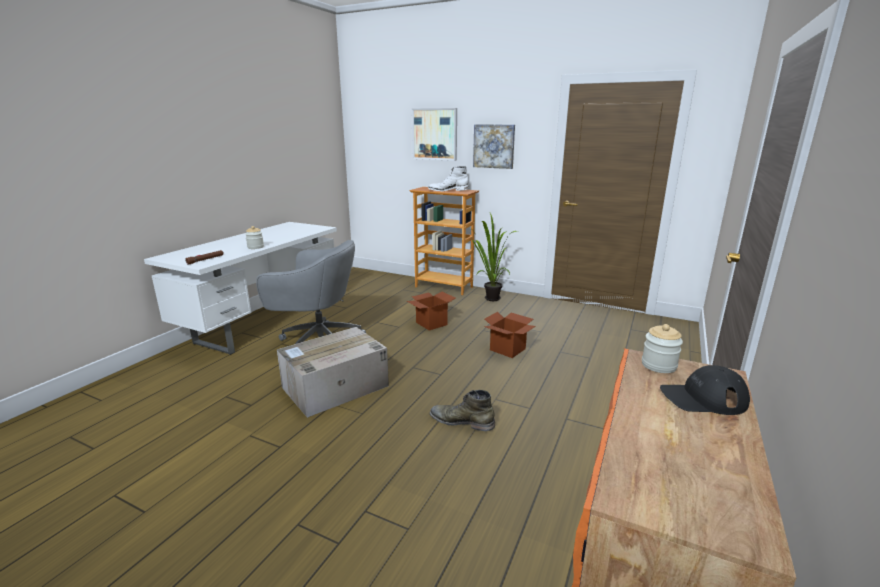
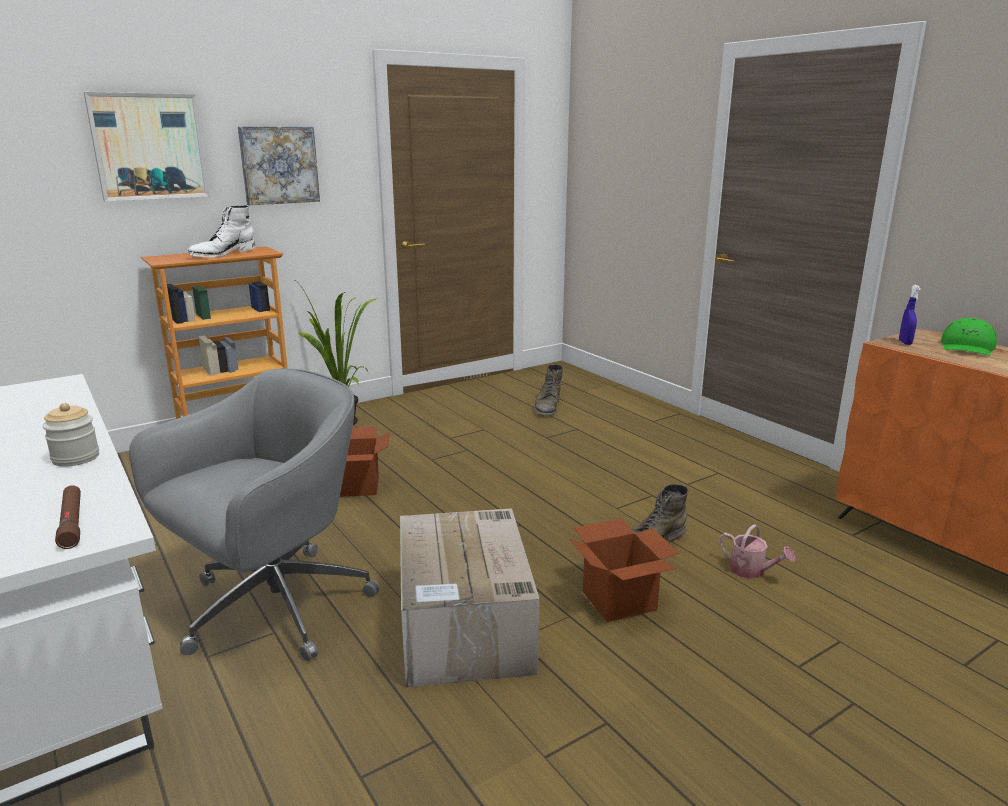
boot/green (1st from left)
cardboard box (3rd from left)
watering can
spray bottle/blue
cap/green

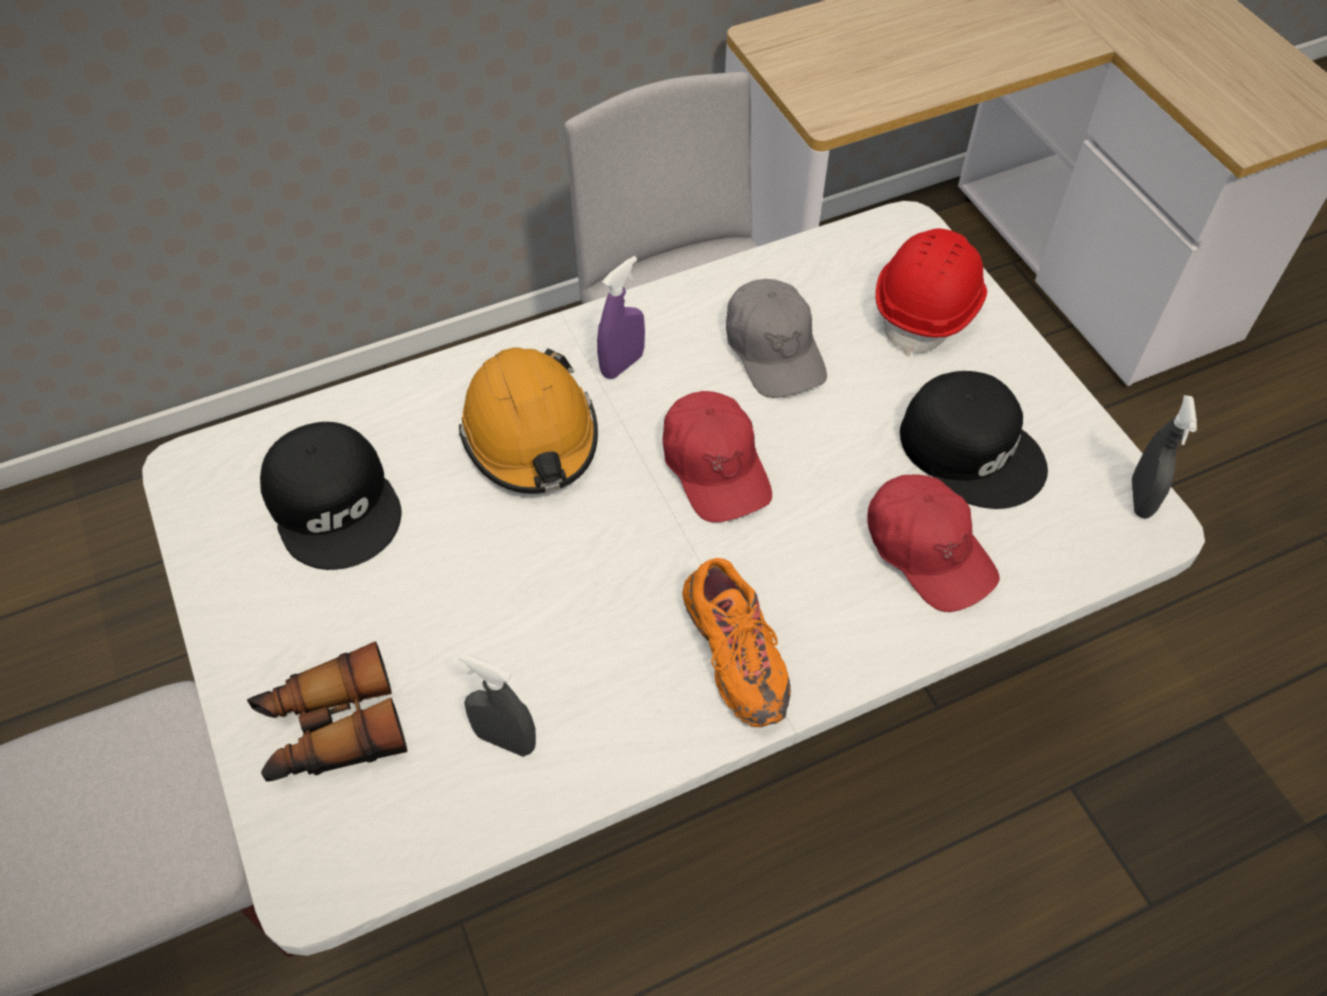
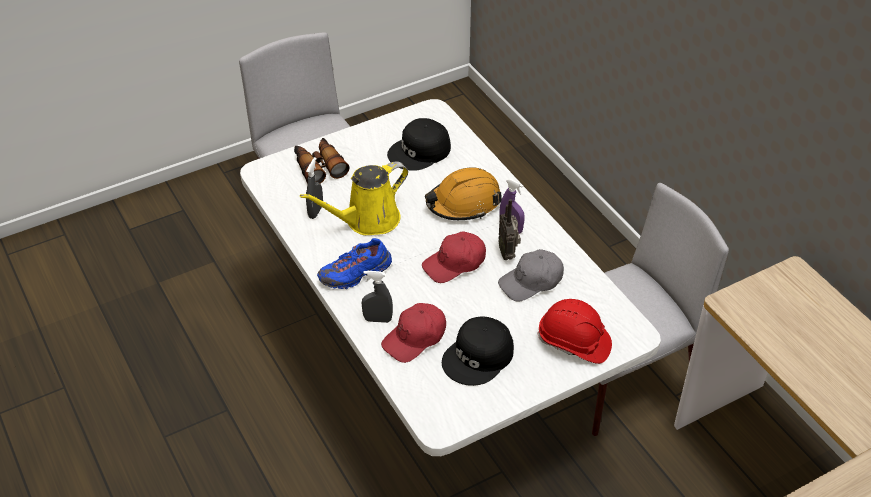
watering can/yellow
shoe/blue
spray bottle/grey (2nd from left)
radio

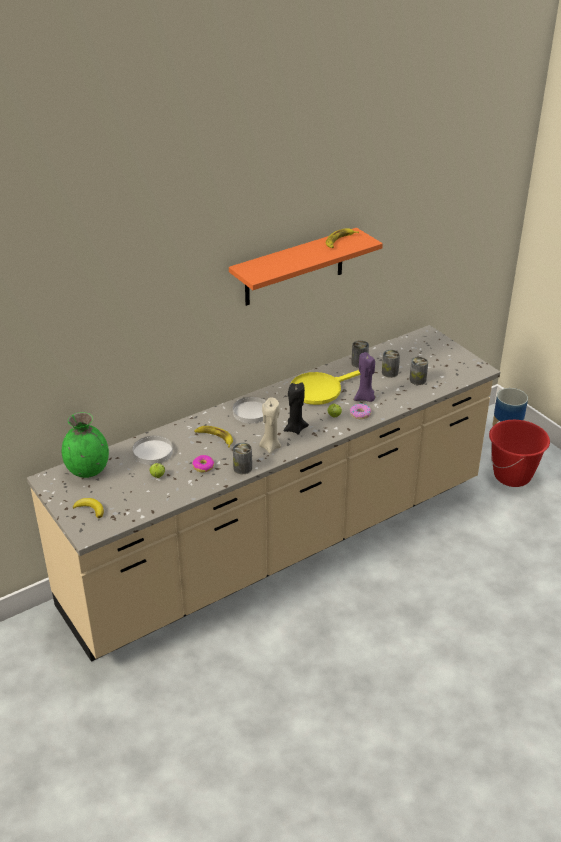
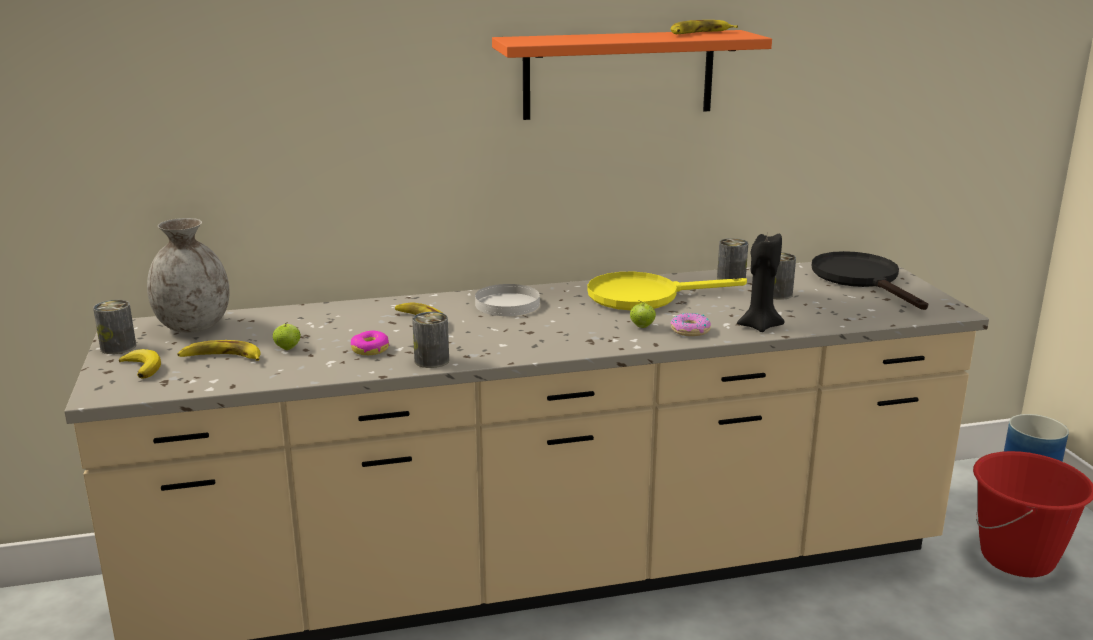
can (1st from left)
vase/grey
banana (2nd from left)
candle/black
frying pan/black
plate/white (1st from left in the first image)
candle/beige
candle/purple

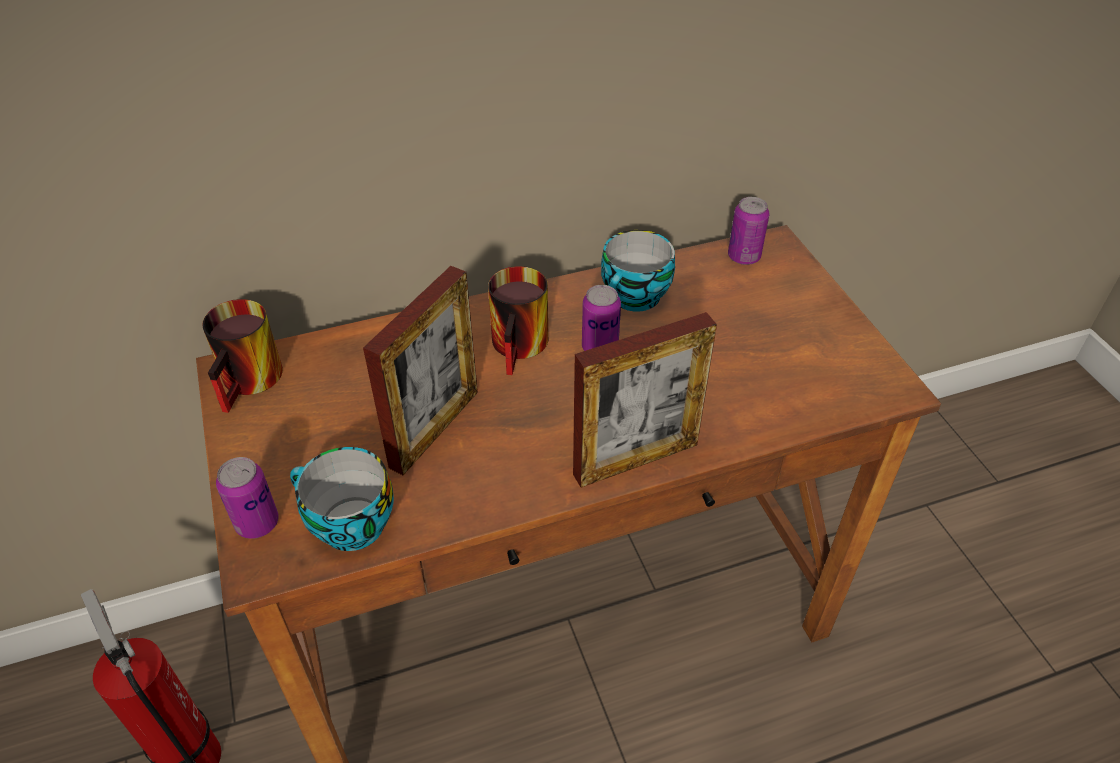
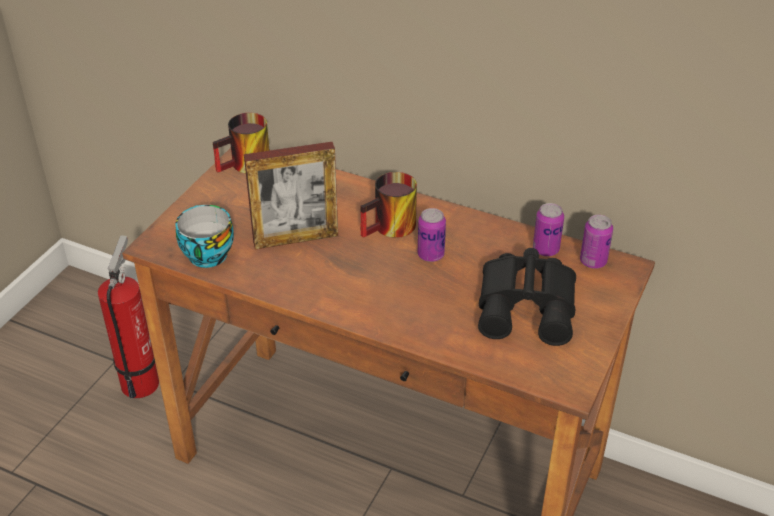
binoculars/black
can (2nd from left)
picture frame (2nd from left in the first image)
cup (2nd from left in the first image)

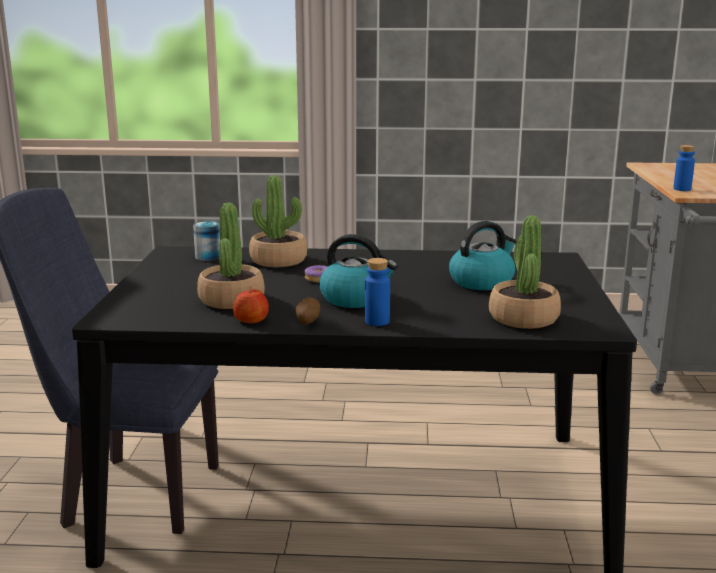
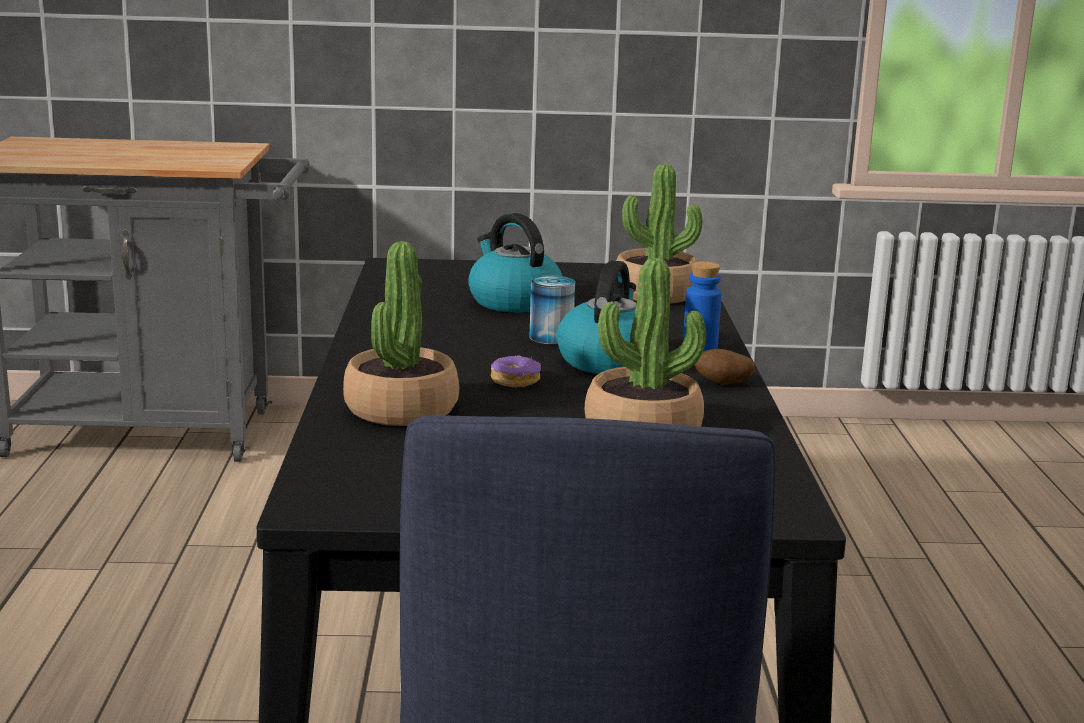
can
apple
bottle/blue (2nd from left in the first image)

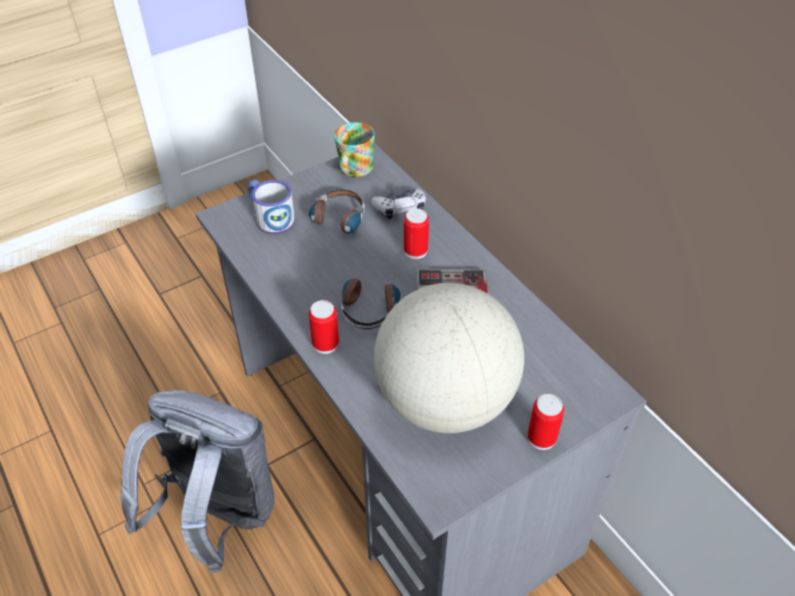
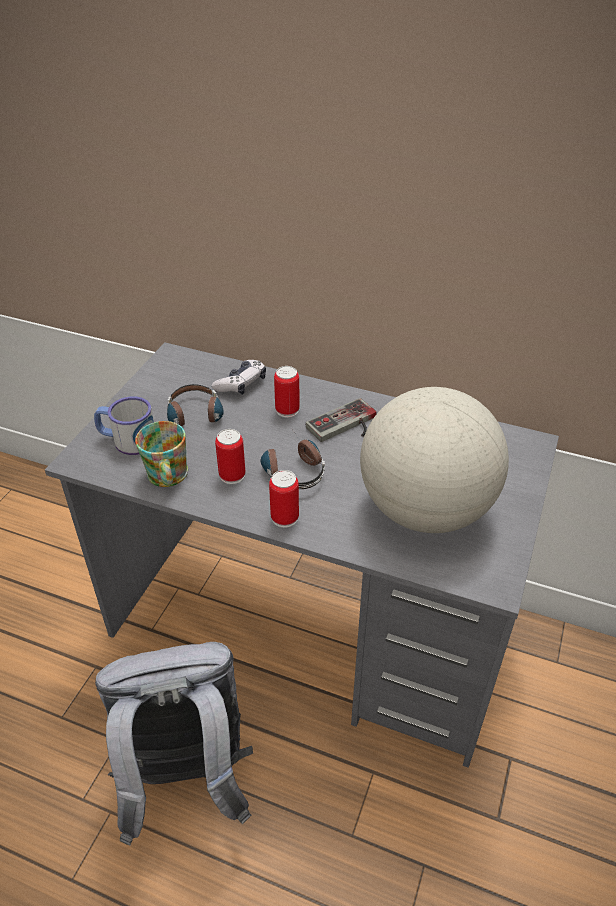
mug (2nd from left)
can (1st from left)

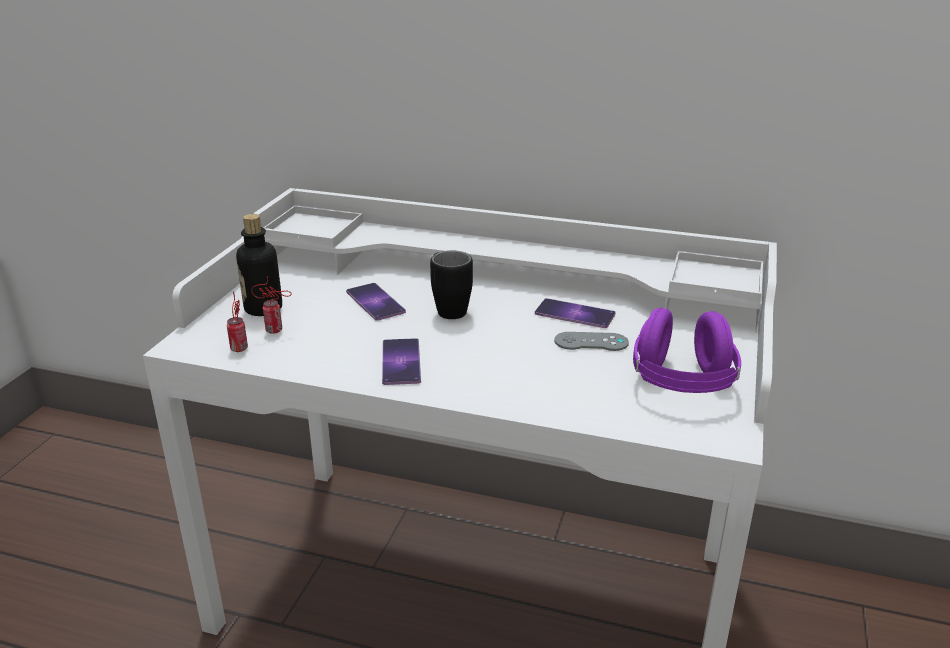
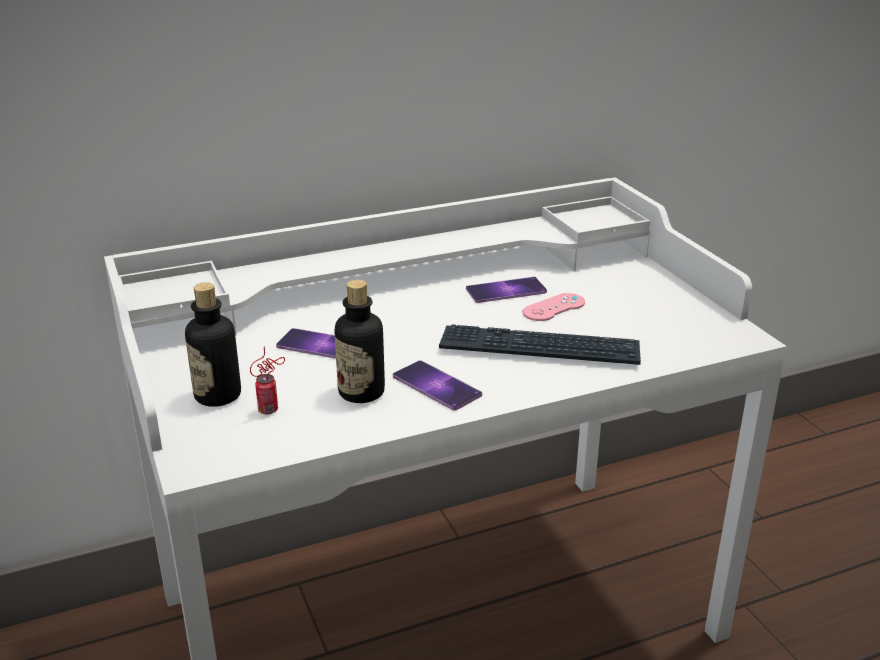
bottle (2nd from left)
keyboard
game controller/pink
can (1st from left in the first image)
mug/black
headphones/purple

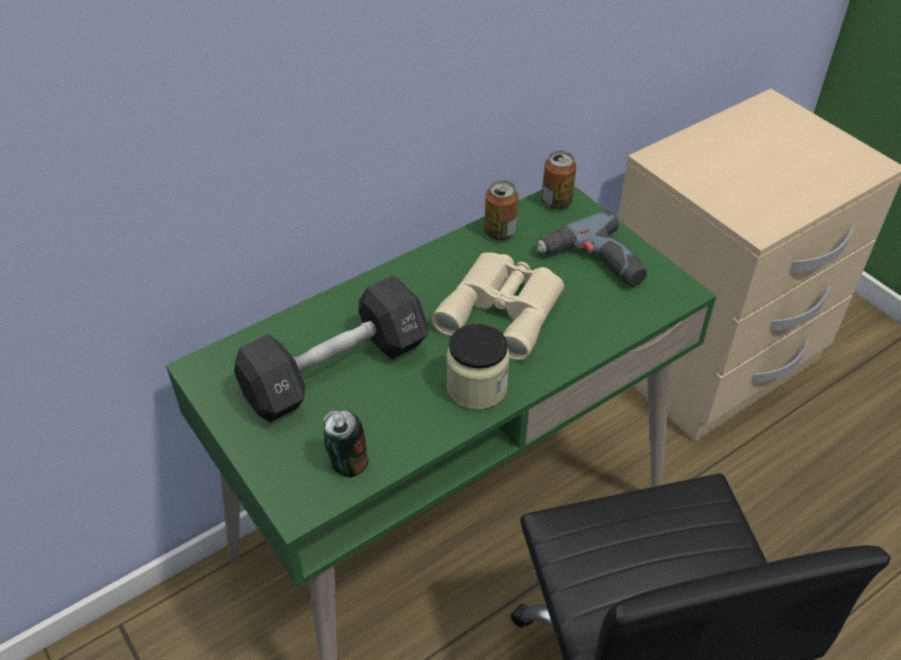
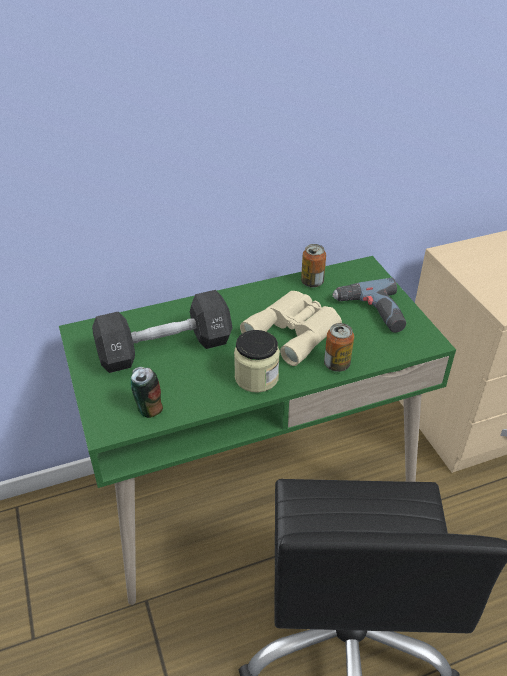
can (3rd from left)

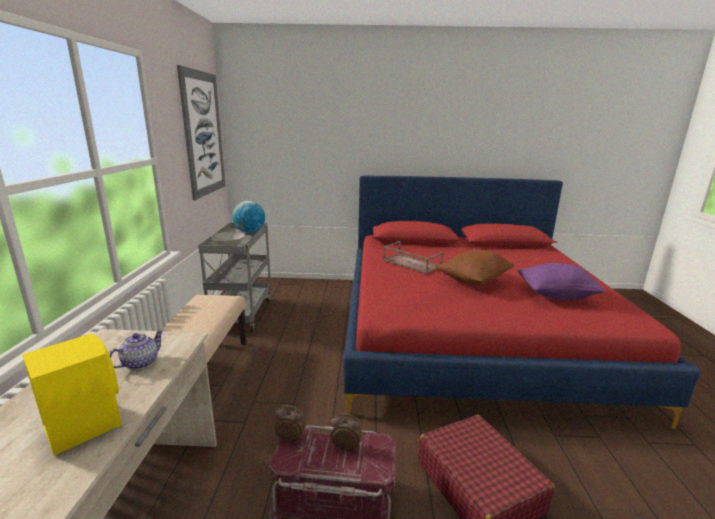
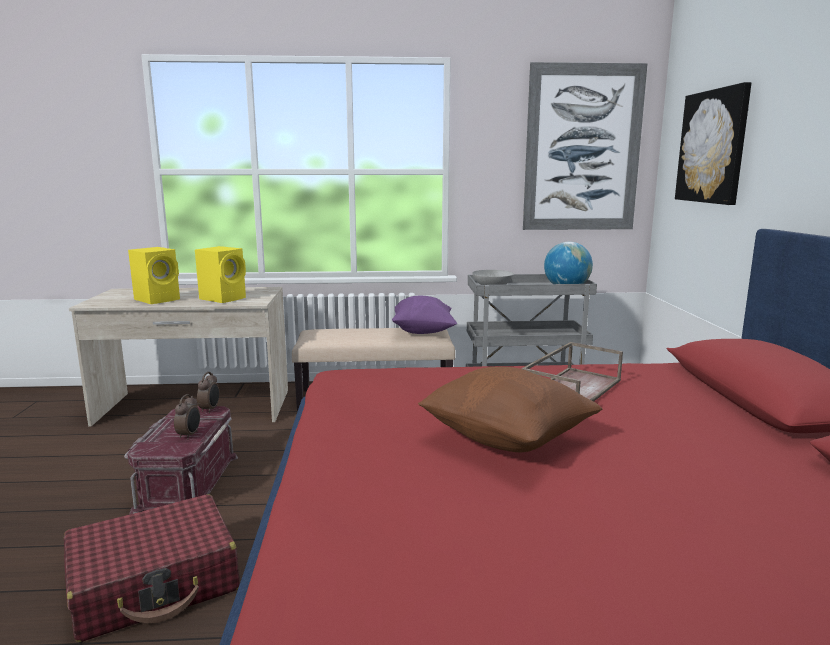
speaker/yellow (2nd from left)
pillow/purple
picture (2nd from left)

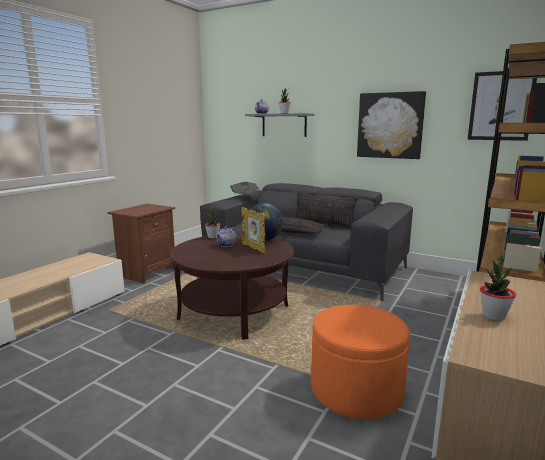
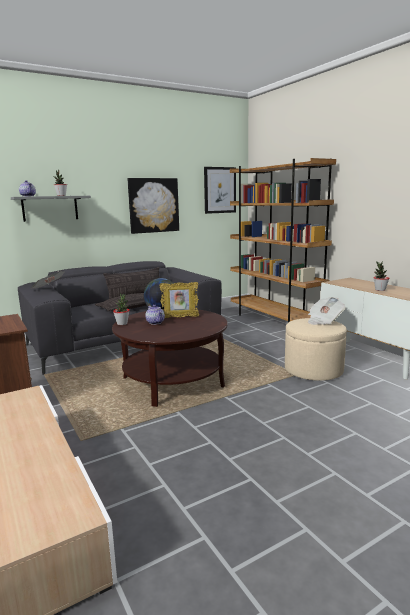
ottoman/beige
newspaper (2nd from left)

